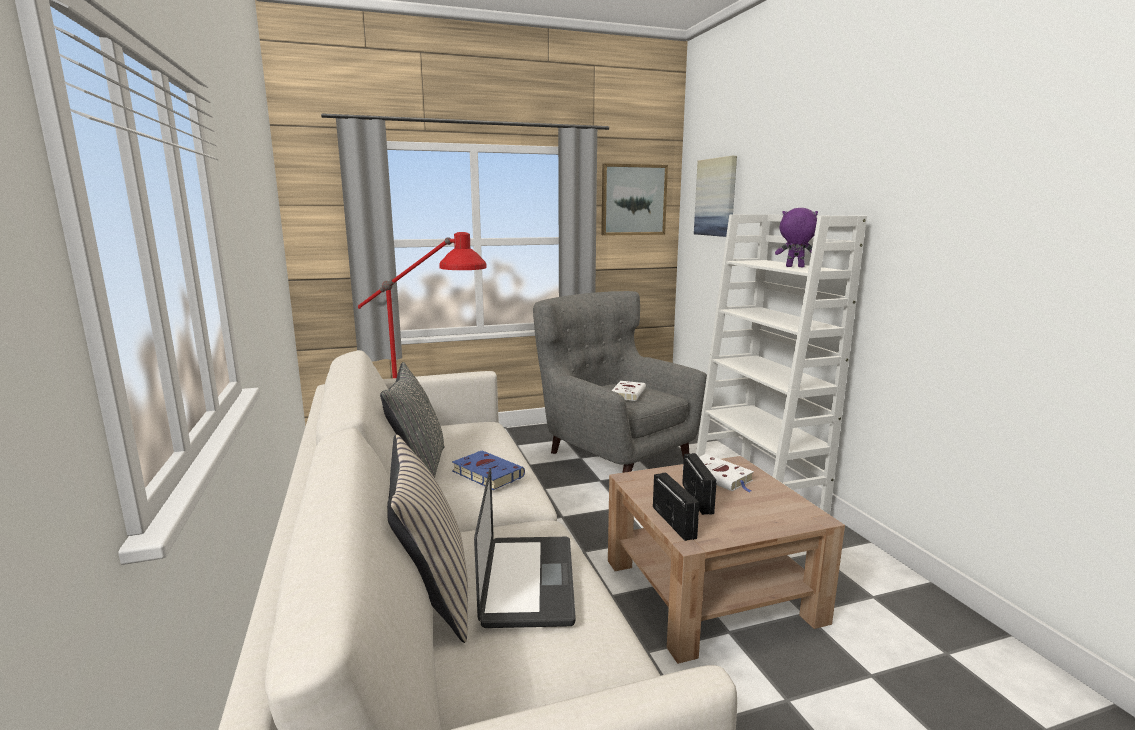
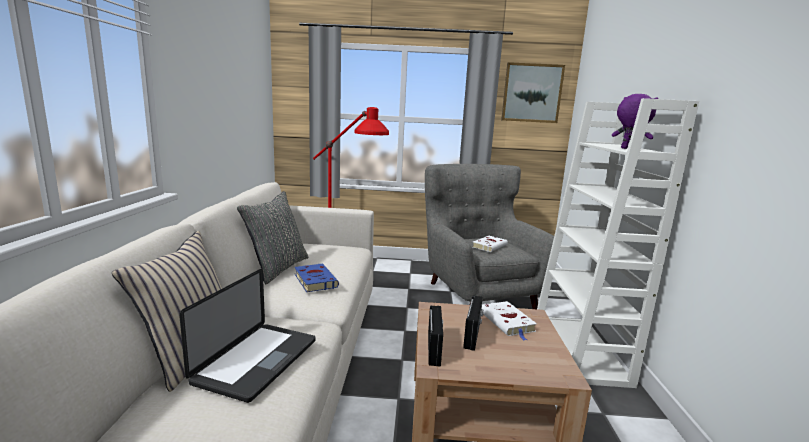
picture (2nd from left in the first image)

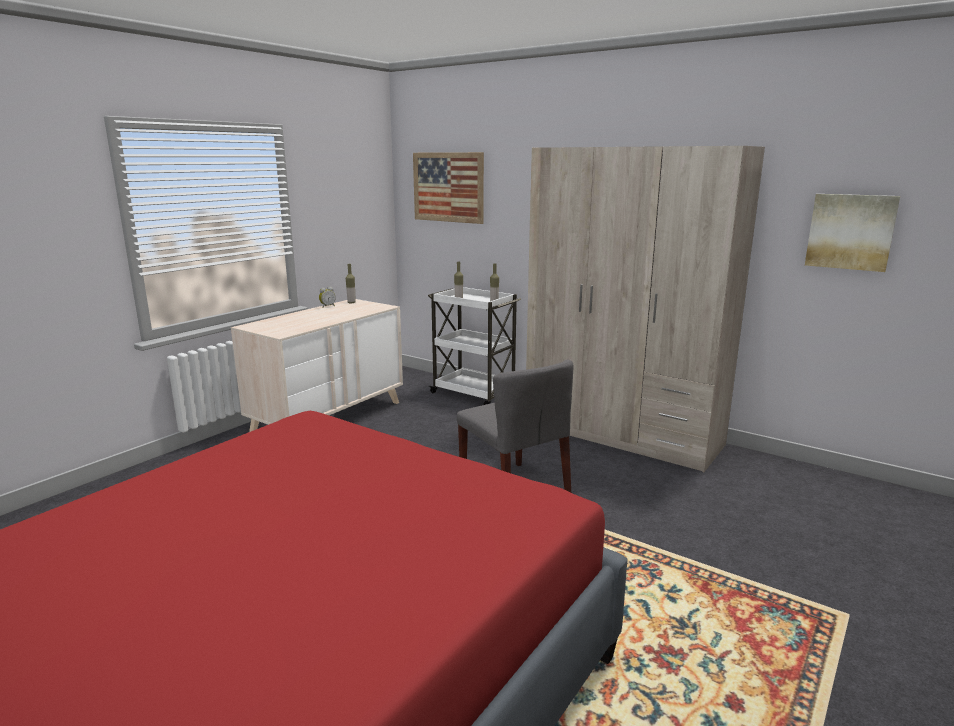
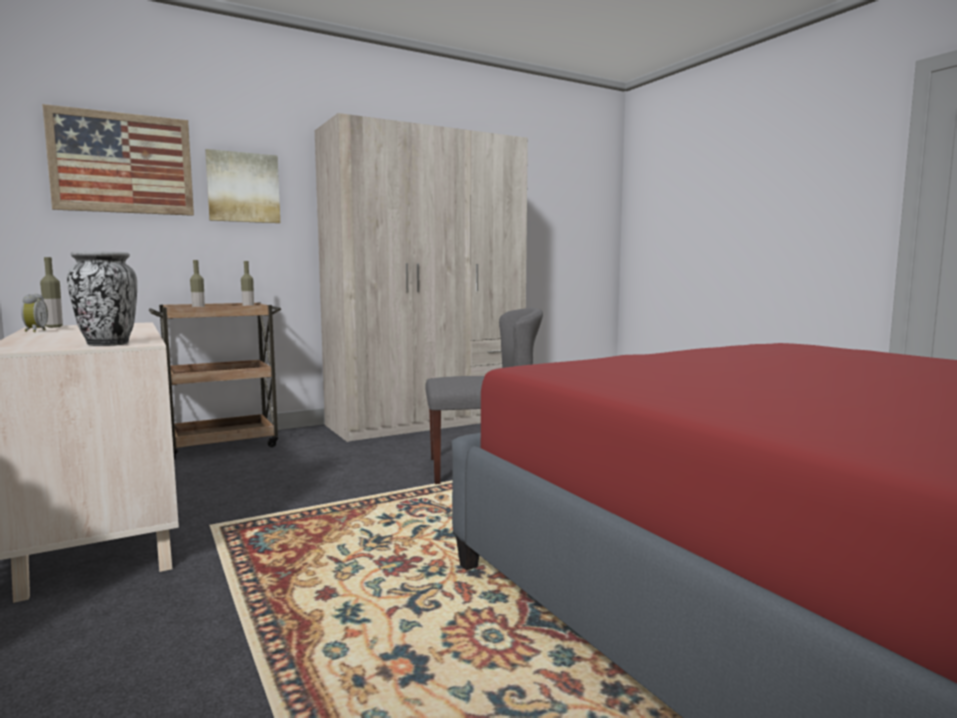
vase
cart/brown
picture (2nd from left)

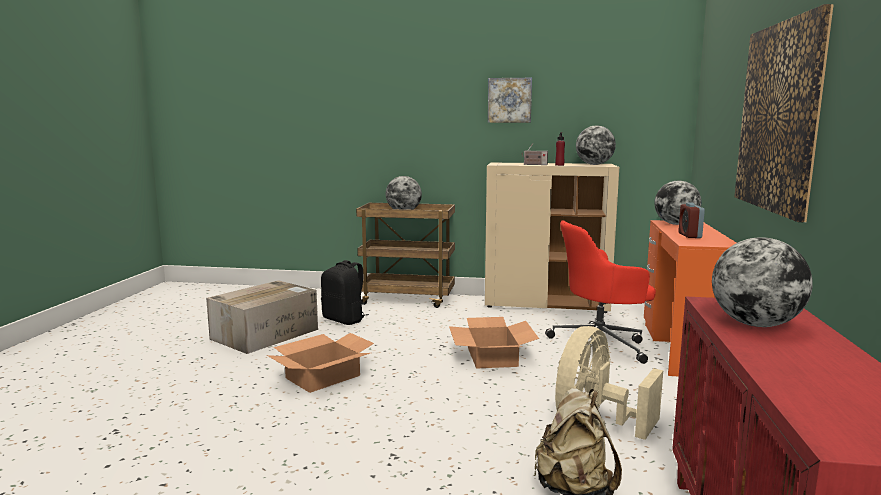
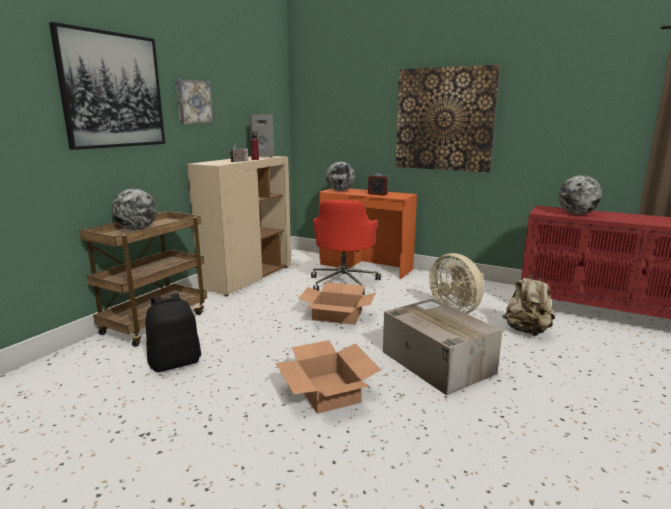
picture (1st from left)
speaker/grey
cardboard box (3rd from left)

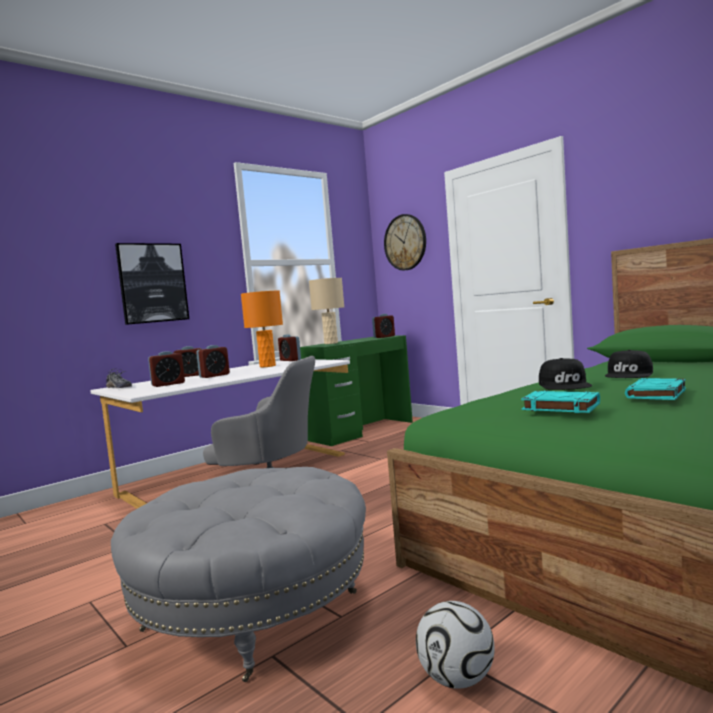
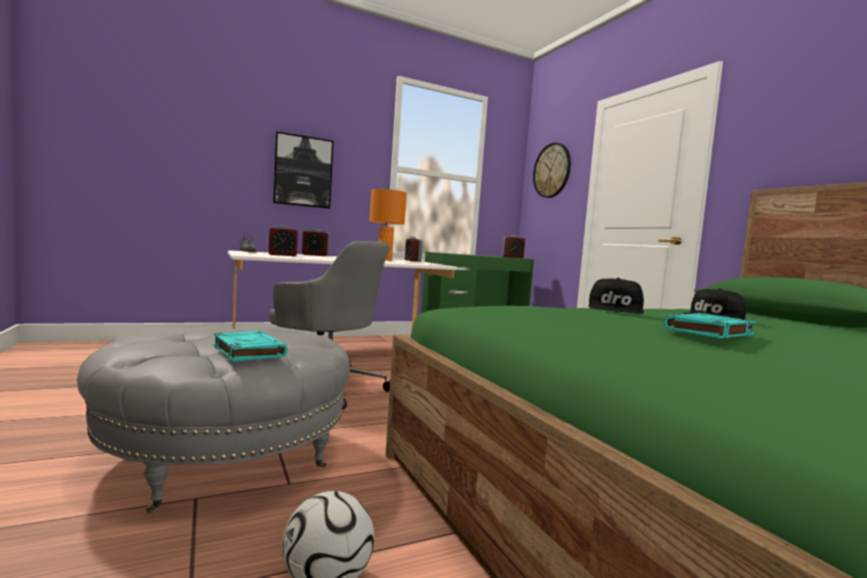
book/turquoise (1st from left)
alarm clock (3rd from left in the first image)
table lamp/beige

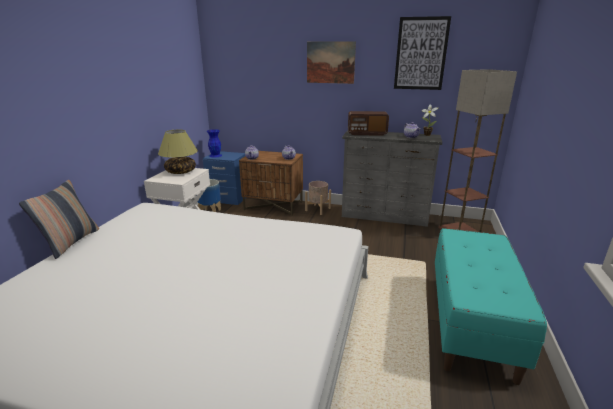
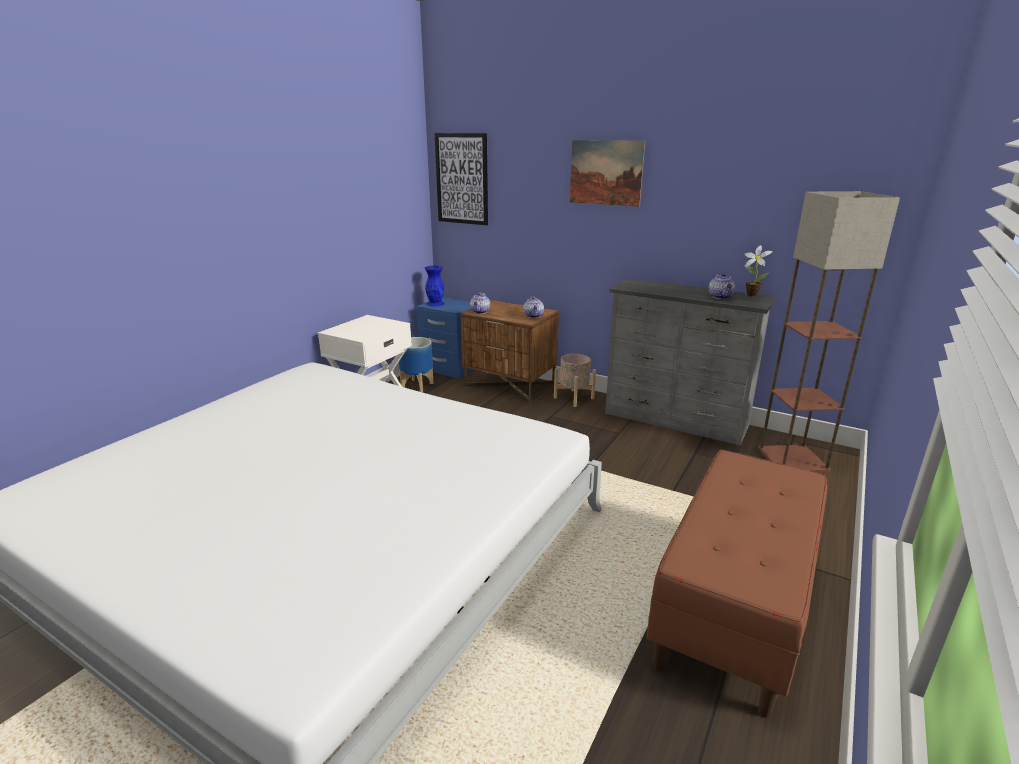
picture (1st from left)
bench/brown
pillow
table lamp
radio

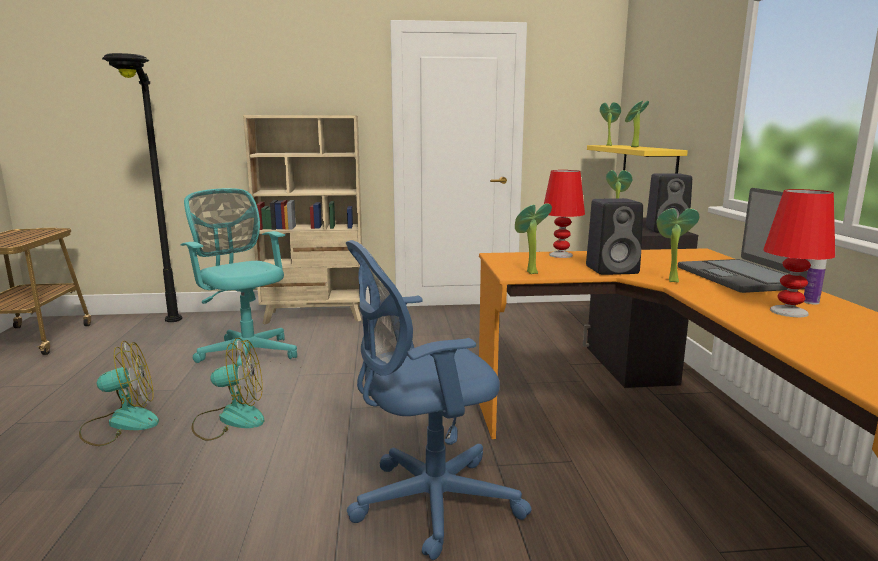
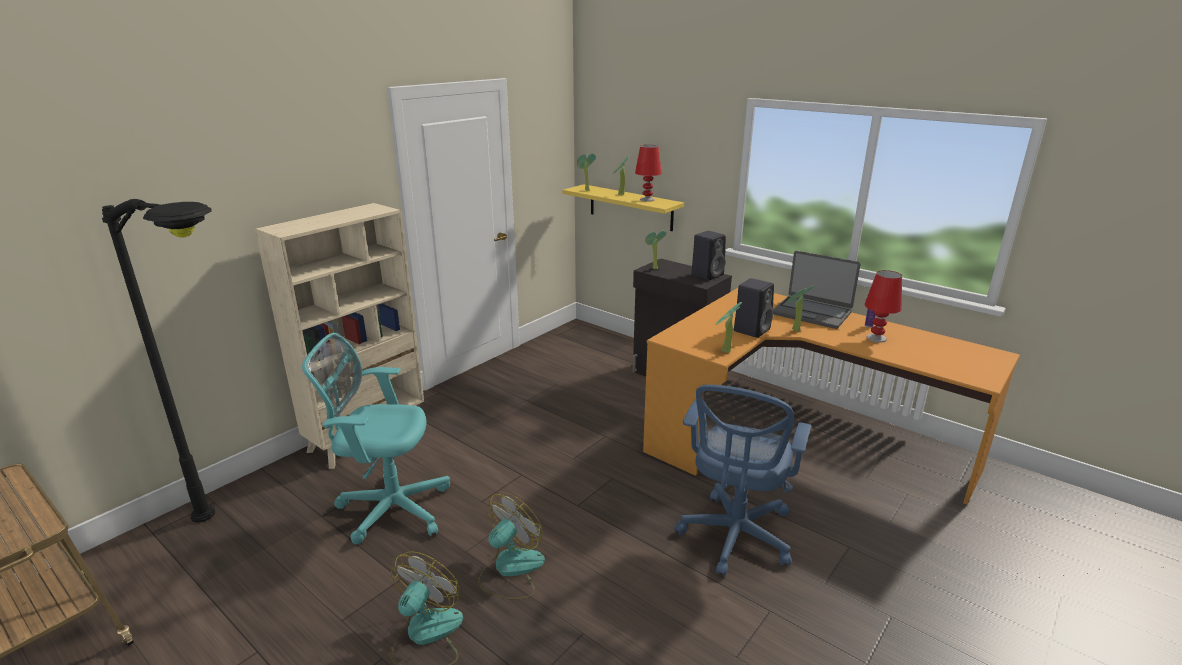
table lamp/red (1st from left)

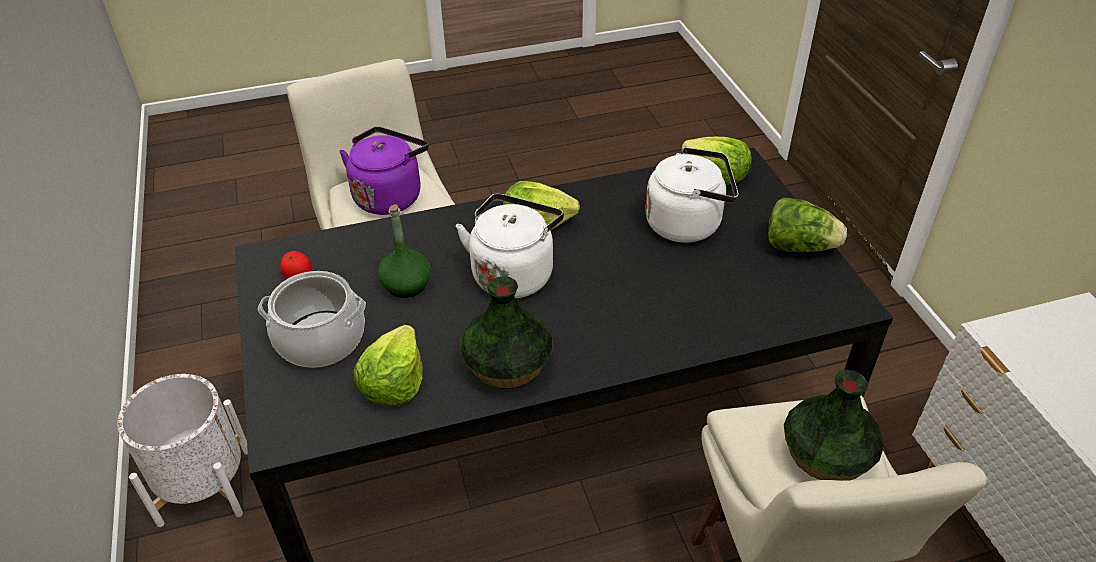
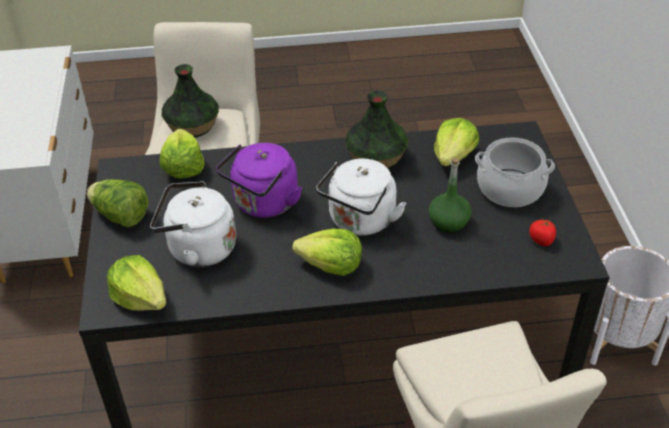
lettuce (3rd from left)
kettle/purple

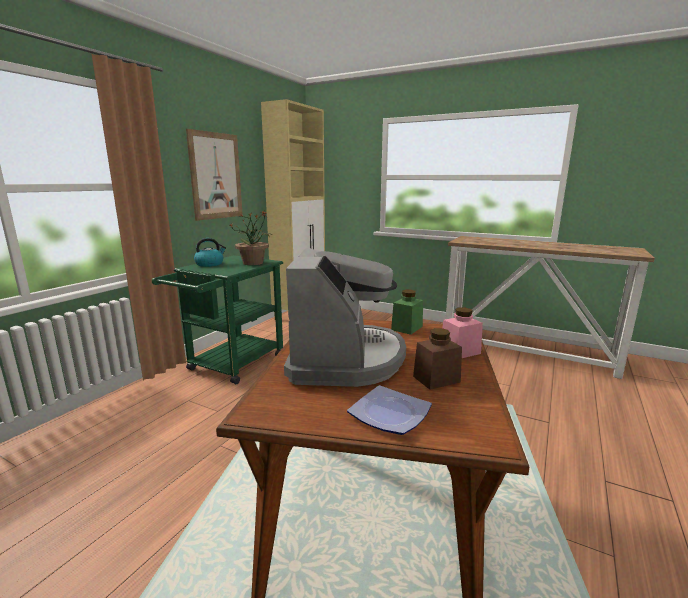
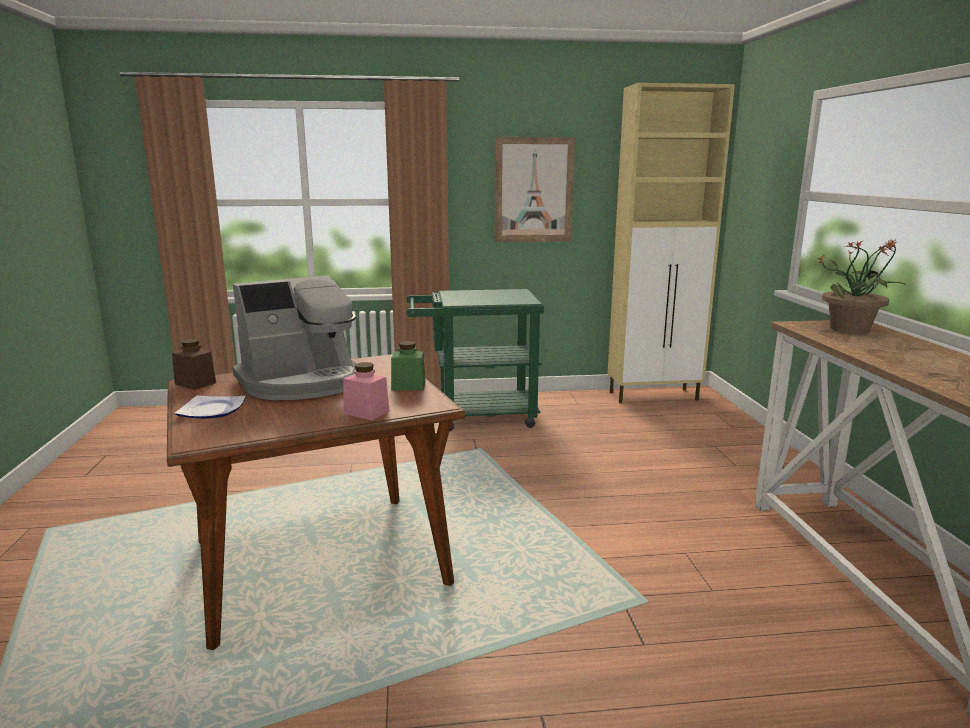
jar/brown
potted plant
kettle

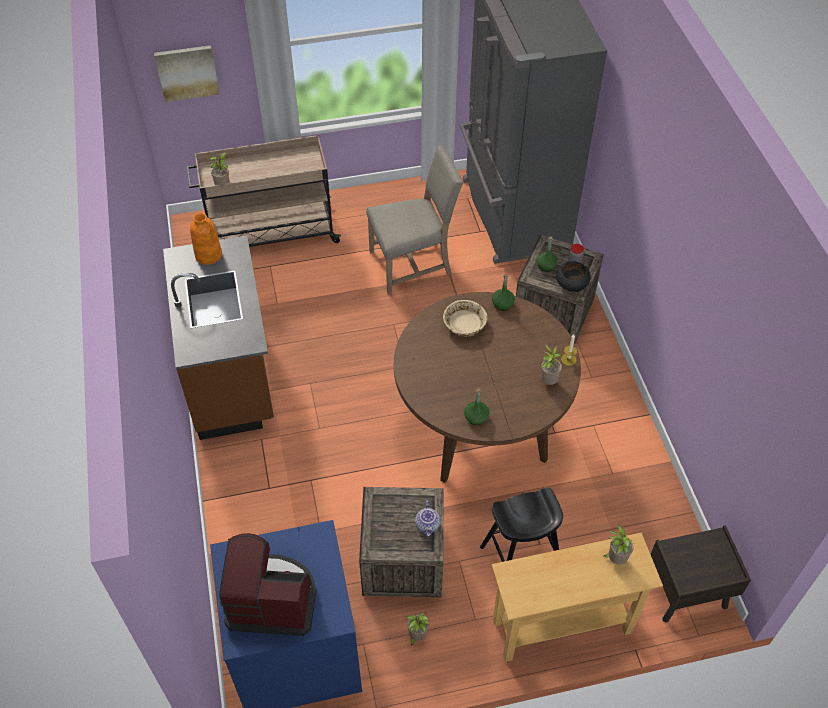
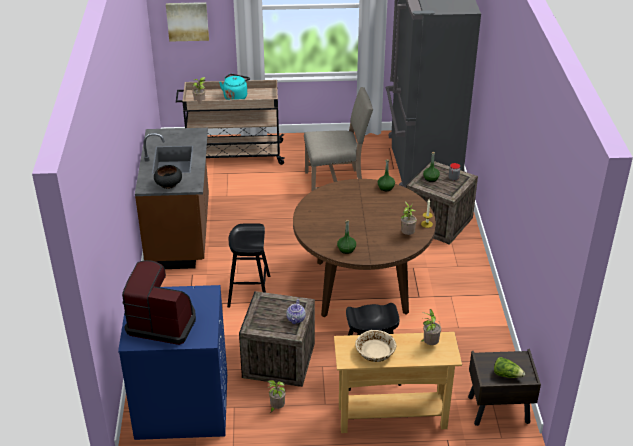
bowl/black
kettle/turquoise
stool/black (1st from left)
bowl/beige
lettuce
vase/orange

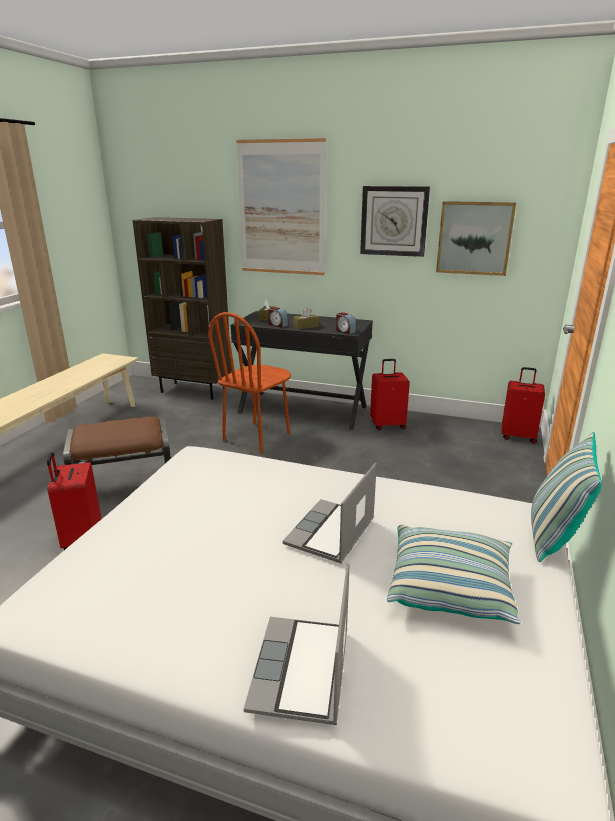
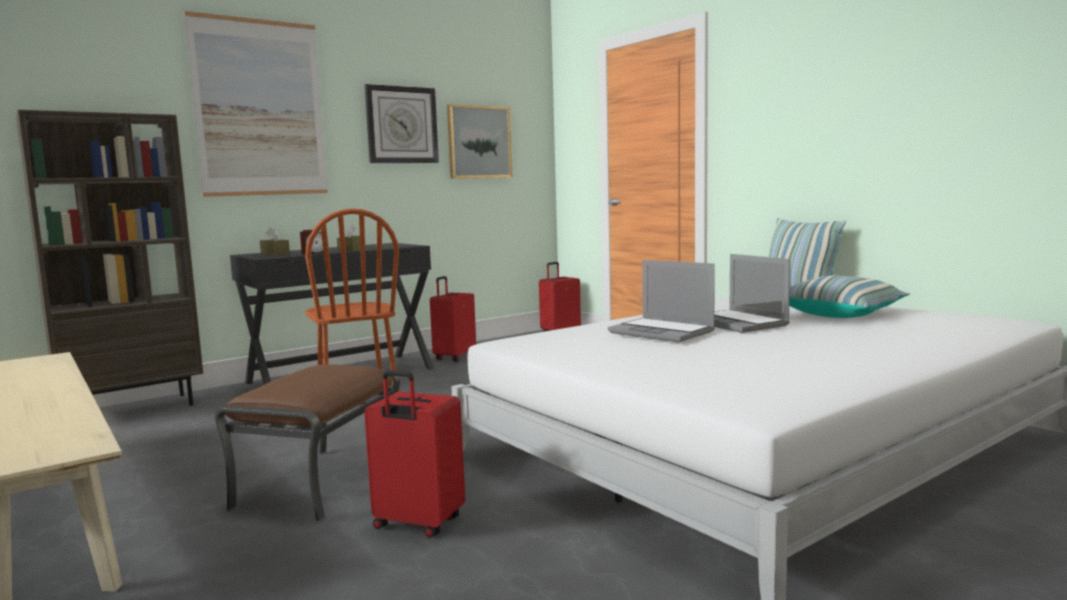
laptop (1st from left)
alarm clock (2nd from left in the first image)

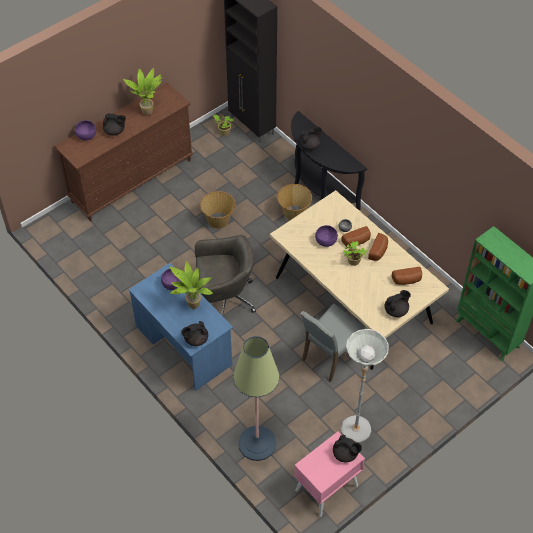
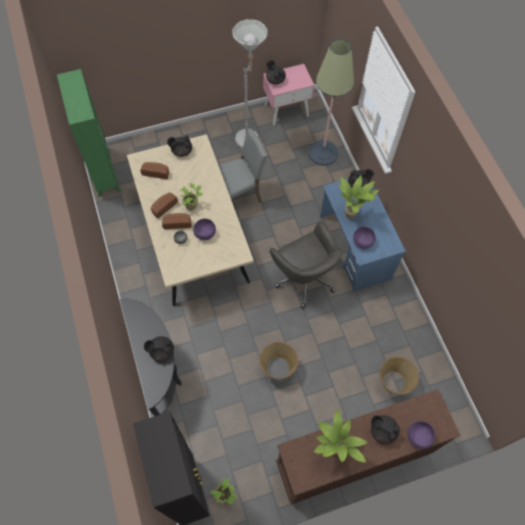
office chair/grey
basket (2nd from left)

